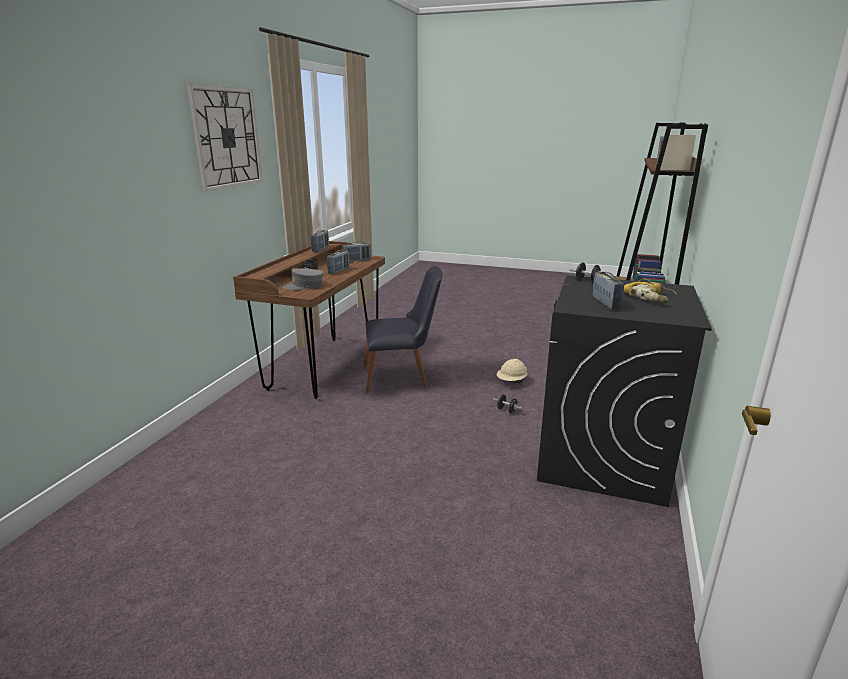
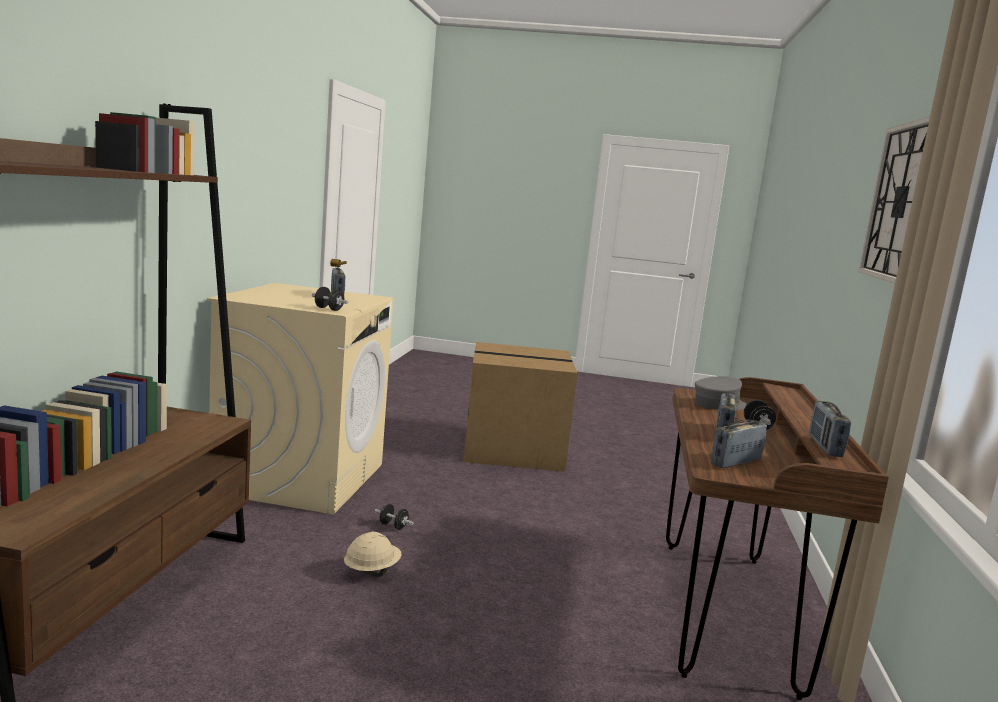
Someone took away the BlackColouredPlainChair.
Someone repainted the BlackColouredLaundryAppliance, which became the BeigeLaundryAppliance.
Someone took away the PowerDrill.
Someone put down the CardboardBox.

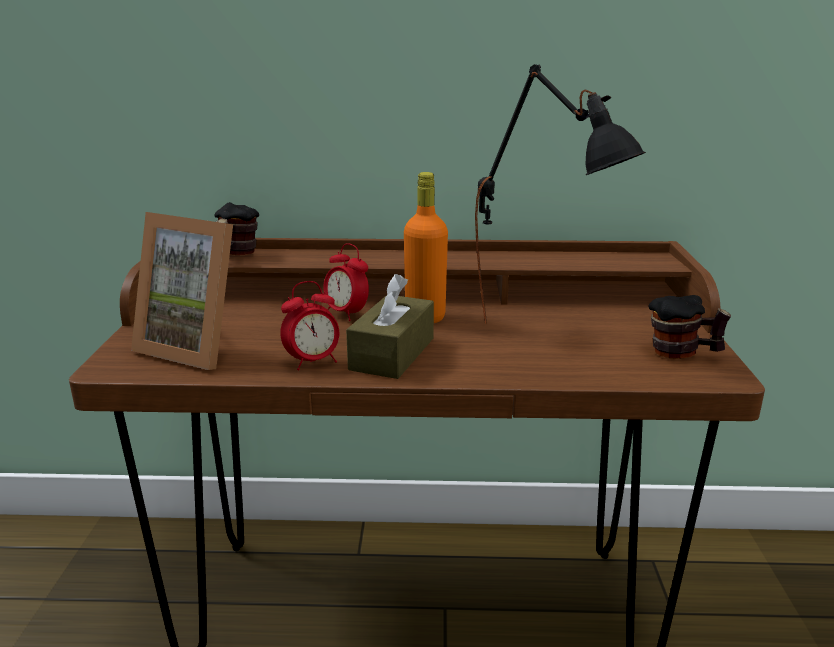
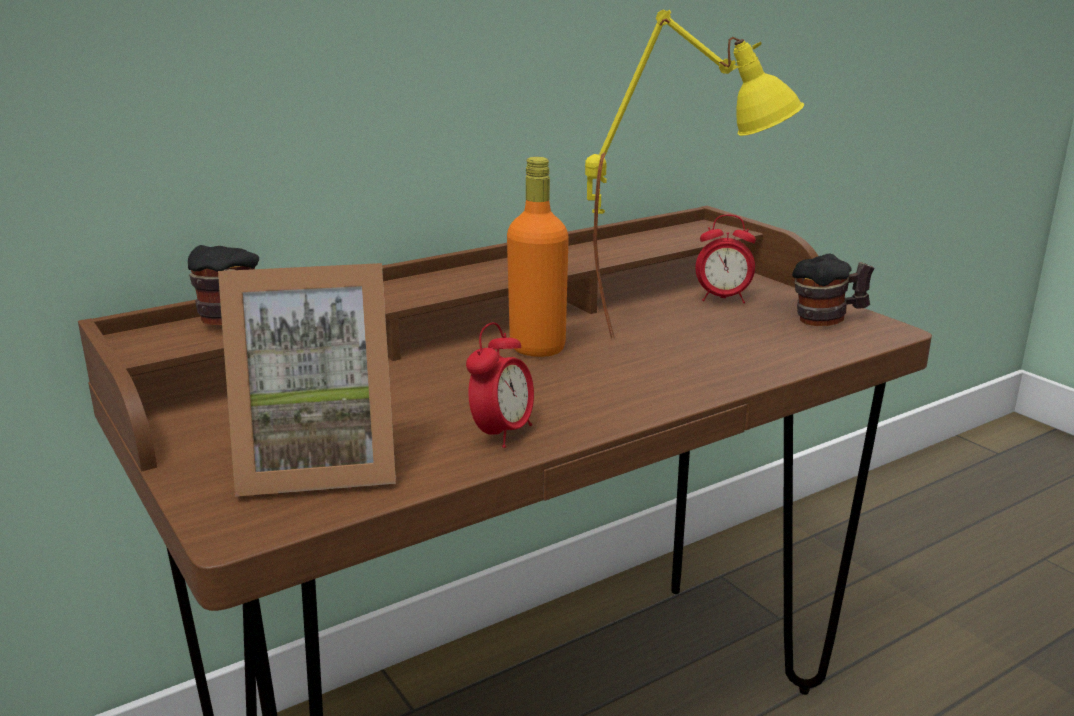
Someone repainted the BlackColouredLampForATable, which became the YellowColouredLampForATable.
Someone carried the AlarmClock (2nd from left).
Someone took away the BrownColouredTissueBox.

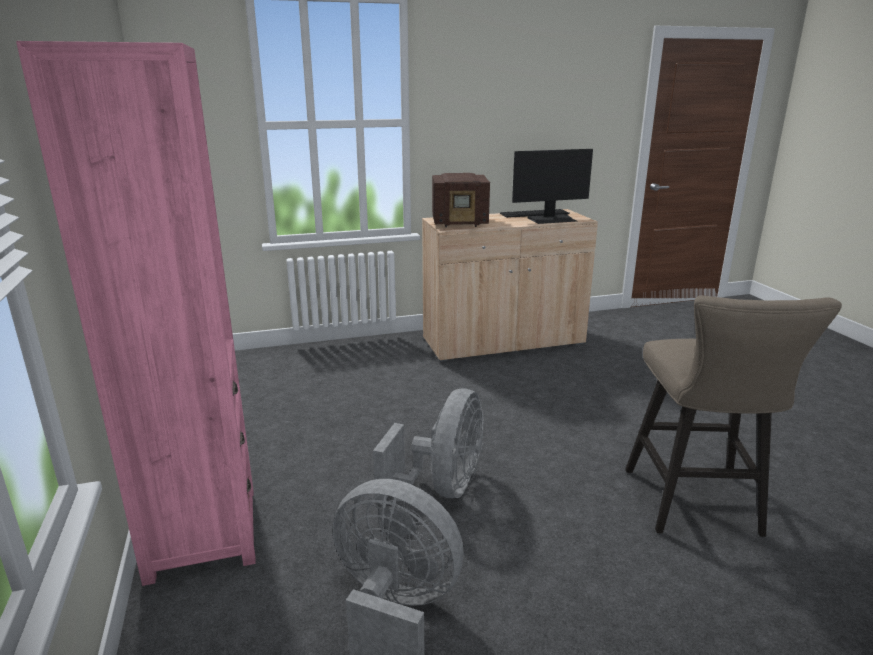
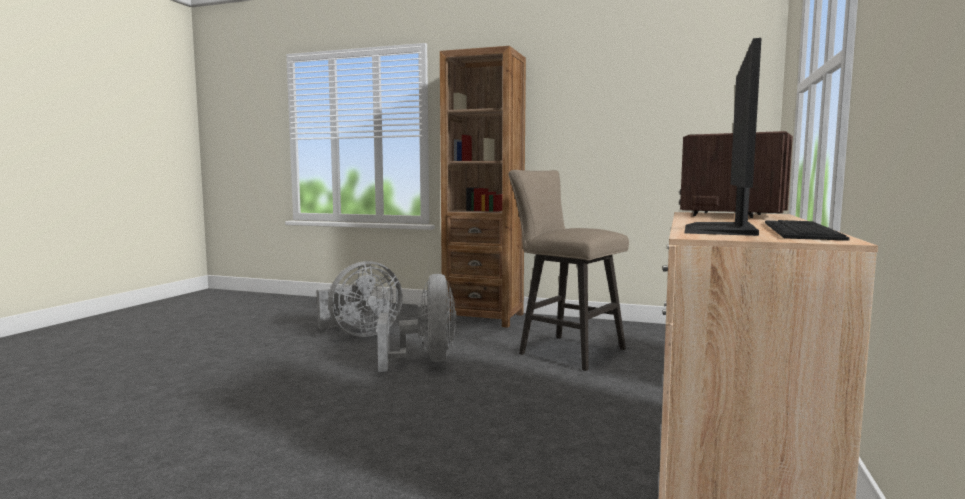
Someone repainted the PinkBookcase, which became the BrownColouredBookcase.
Someone carried the BeigeStoolSeat.
Someone rotated the GrayFan (2nd from left) by 150 degrees counterclockwise.

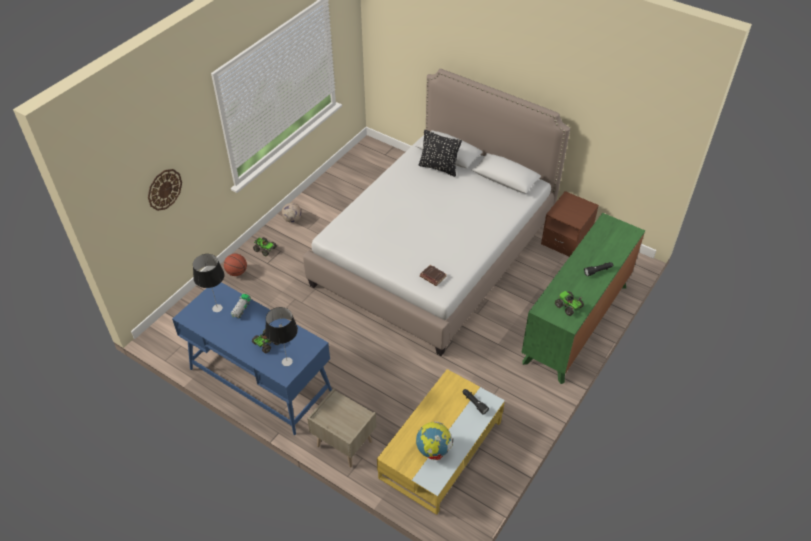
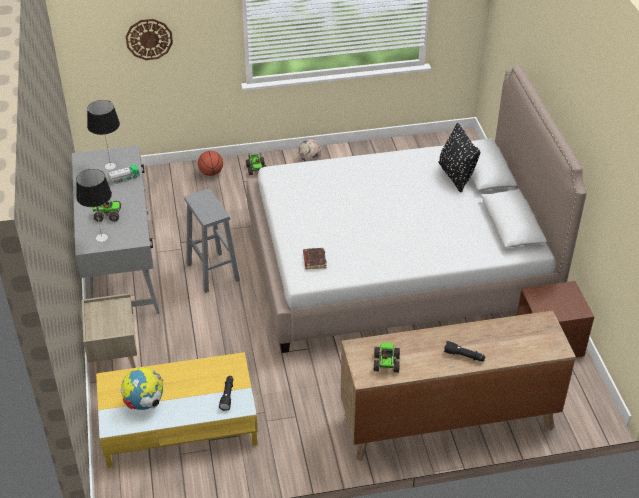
Someone repainted the GreenColouredChestOfDrawers, which became the BrownColouredChestOfDrawers.
Someone repainted the BlueDeskUnit, which became the GrayDeskUnit.
Someone put down the GrayStoolSeat.

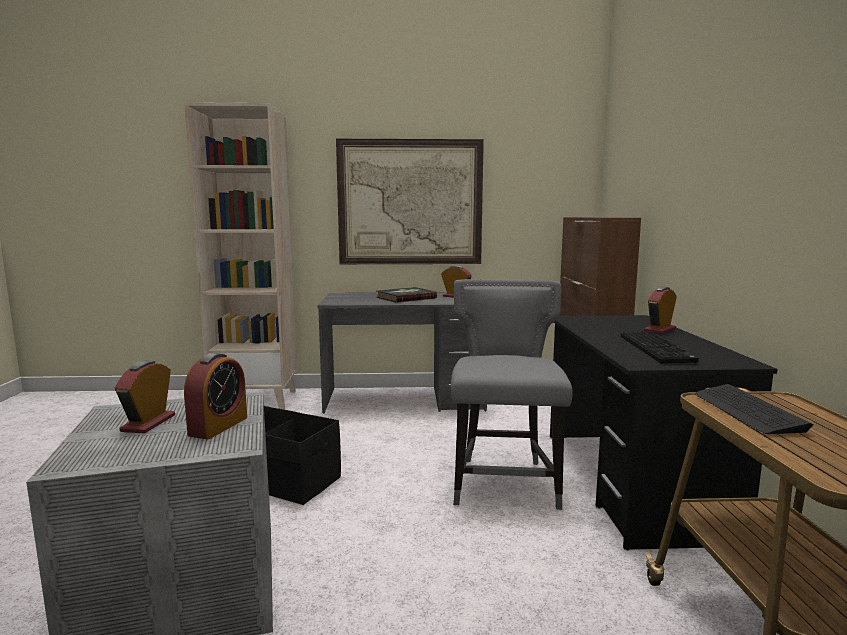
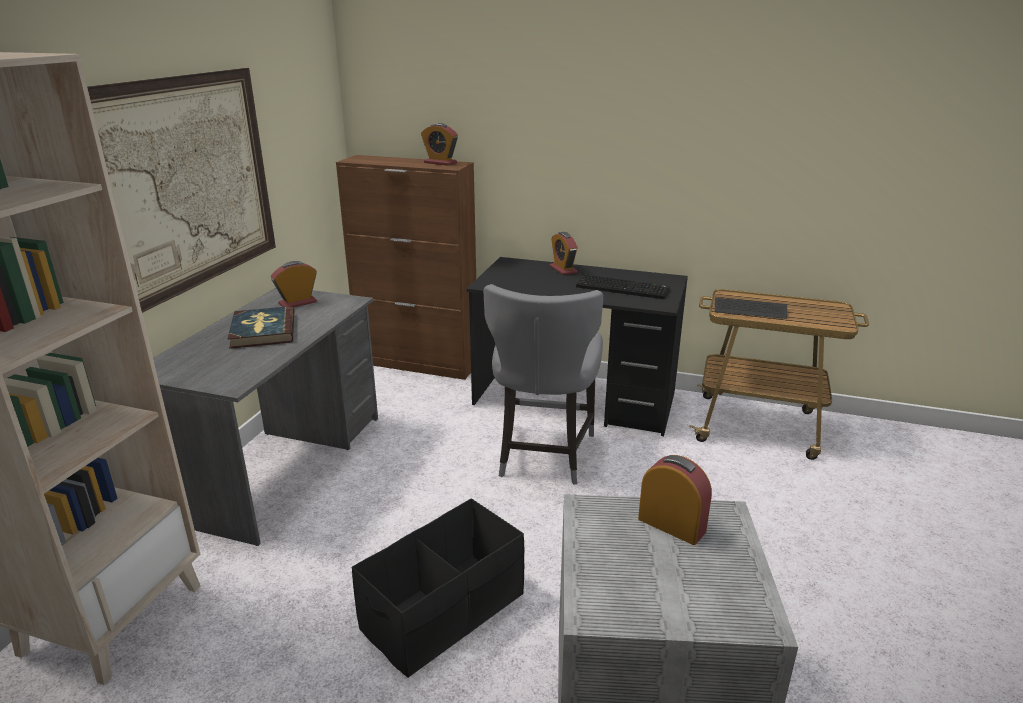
Someone rotated the GrayPlainChair by 105 degrees counterclockwise.
Someone carried the AlarmClock (1st from left in the first image).

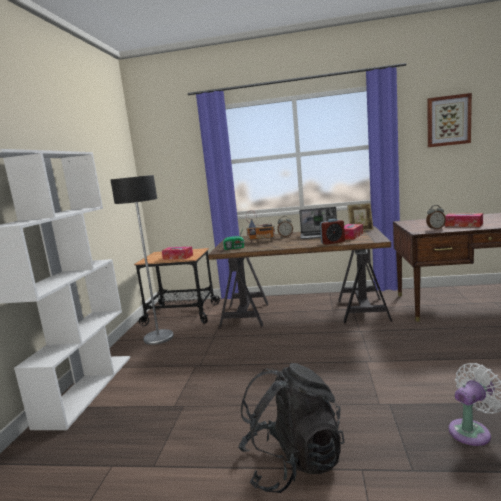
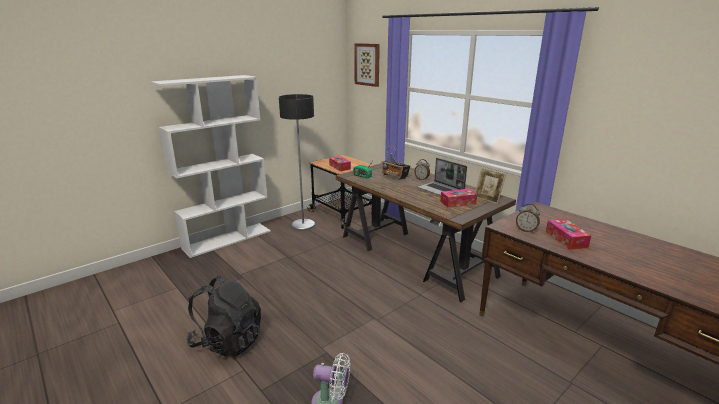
Someone carried the WallPicture.
Someone took away the AlarmClock (2nd from left).

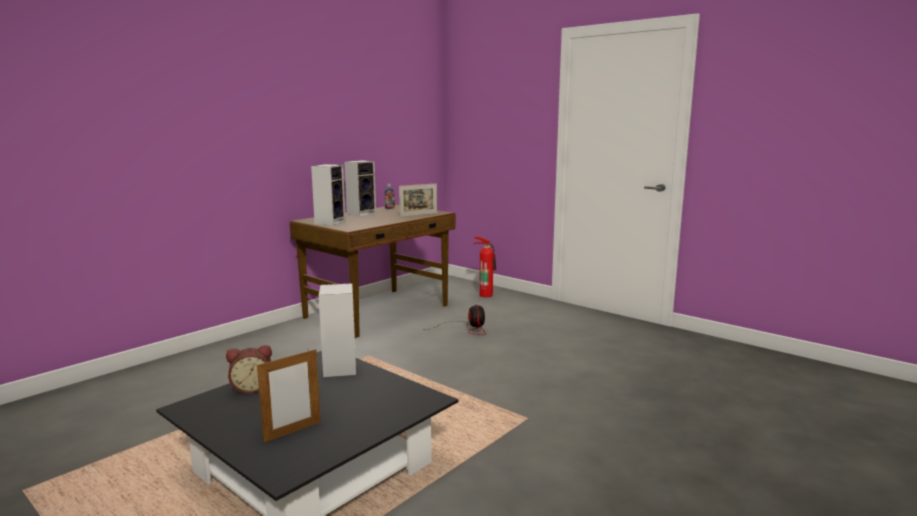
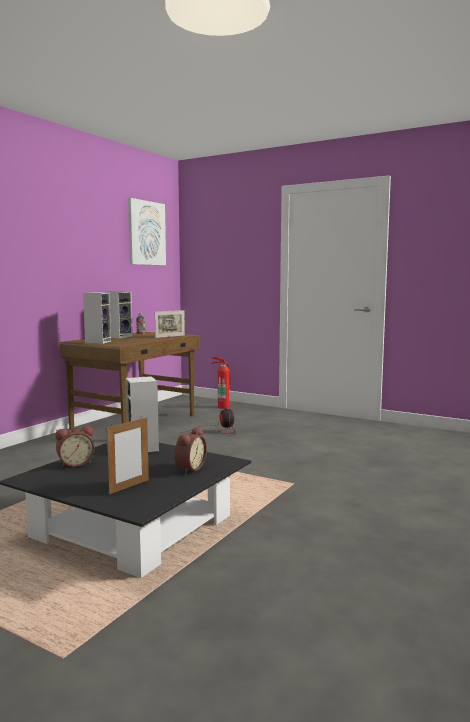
Someone put up the WallPicture.
Someone put down the AlarmClock (2nd from left).

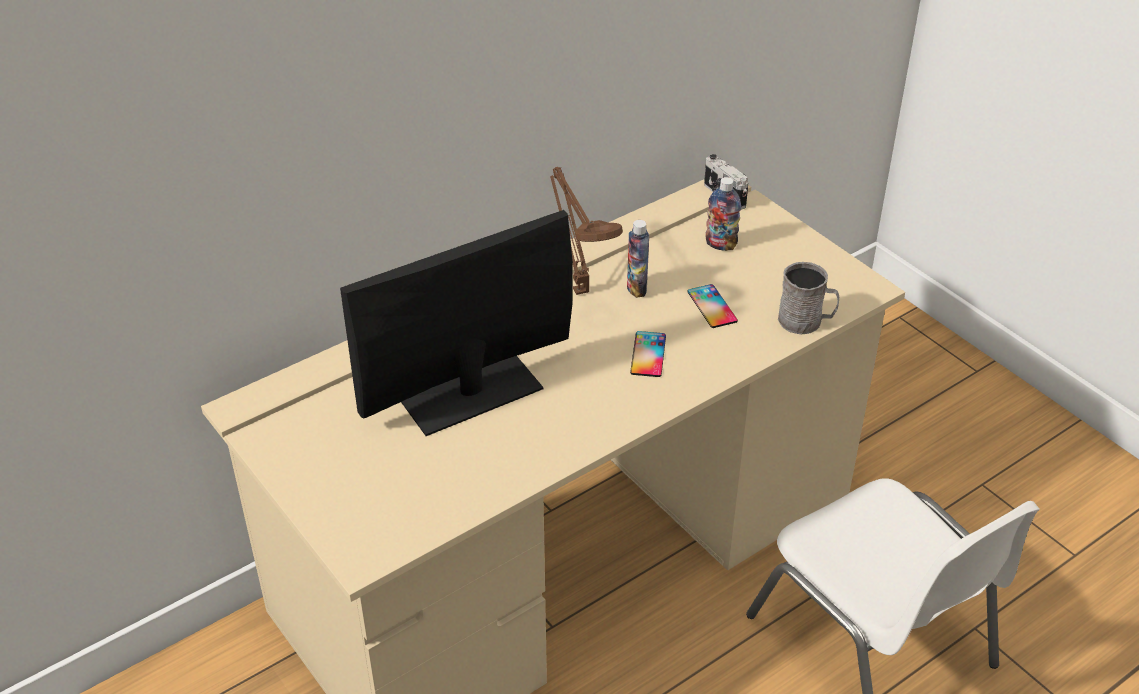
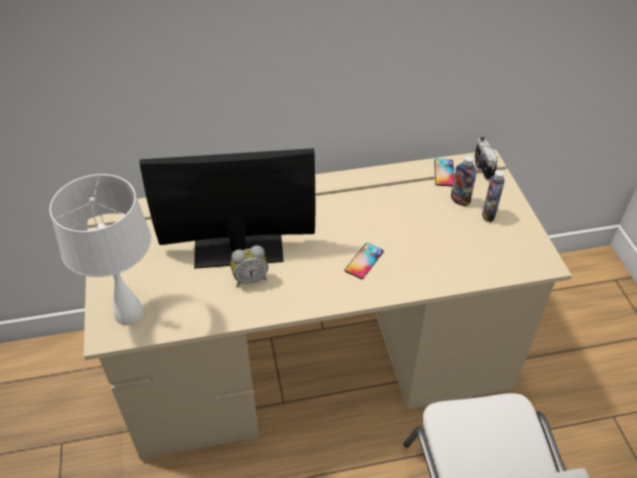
Someone took away the BrownColouredLampForATable.
Someone carried the Bottle (1st from left in the first image).
Someone took away the GrayMug.
Someone carried the Phone (2nd from left).
Someone put down the WhiteLampForATable.
Someone put down the AlarmClock.

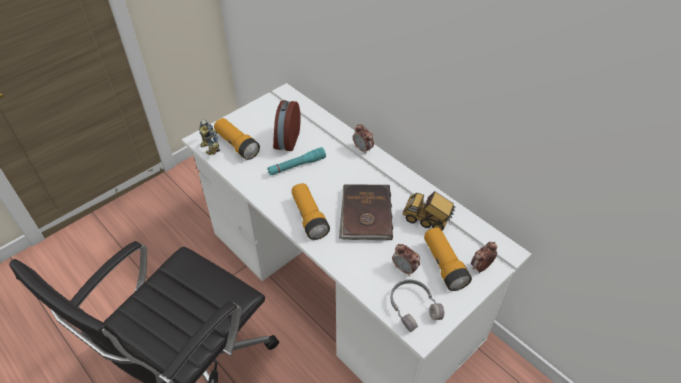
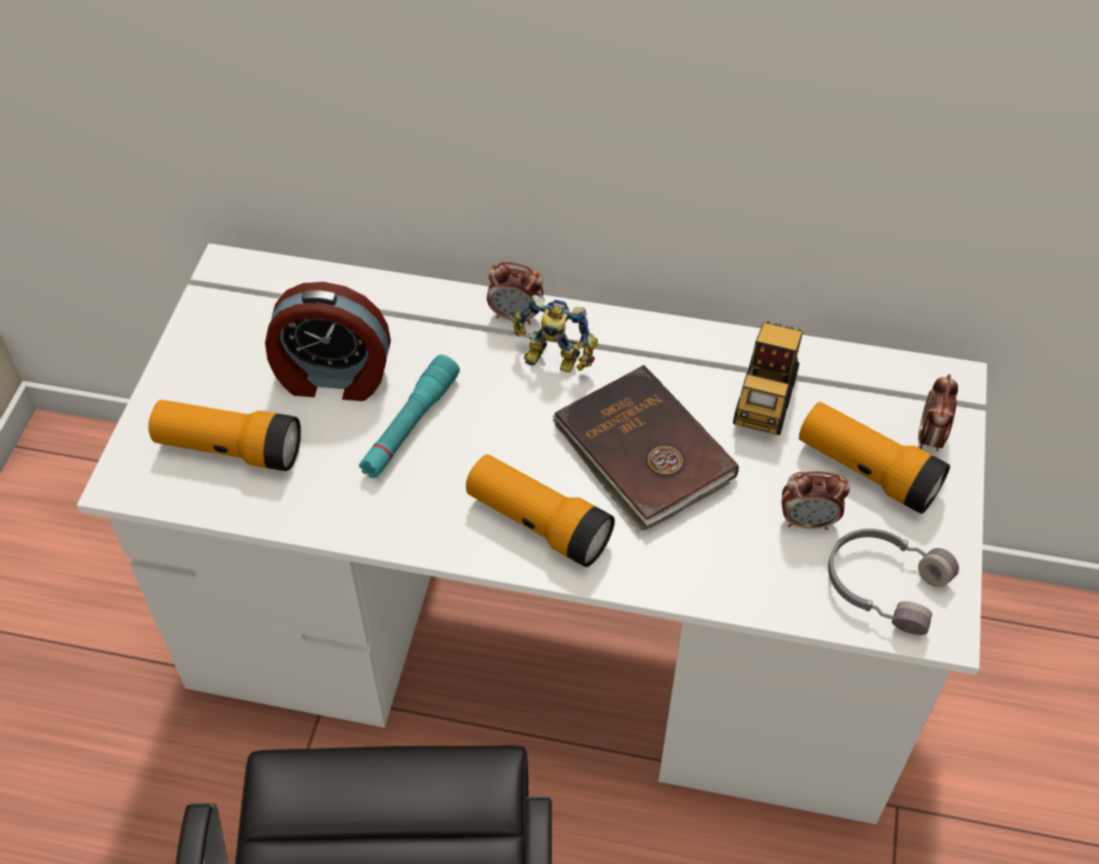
Someone rotated the AlarmClock (1st from left) by 60 degrees counterclockwise.
Someone carried the ToyRobot.
Someone rotated the ModelTruck by 60 degrees counterclockwise.

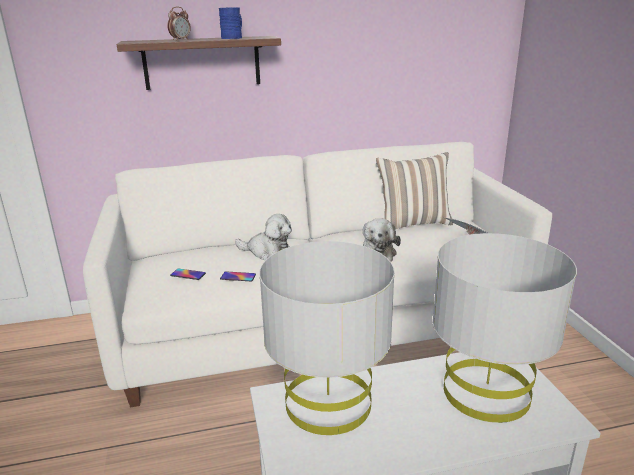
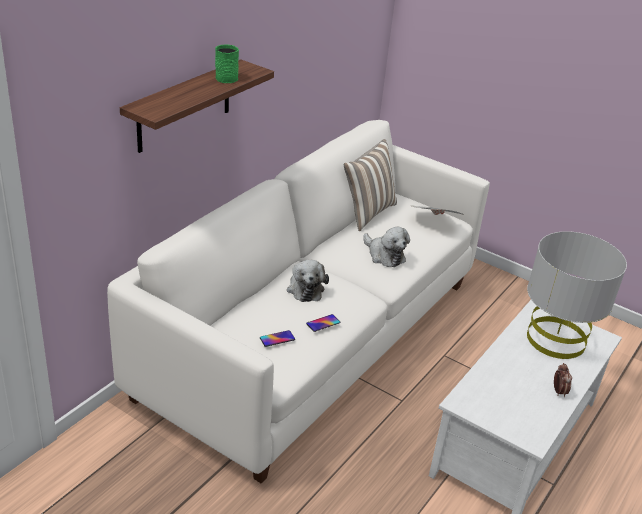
Someone carried the AlarmClock.
Someone repainted the BlueMug, which became the GreenColouredMug.
Someone rotated the SoftToy (1st from left) by 105 degrees clockwise.
Someone took away the GrayLampForATable (1st from left).

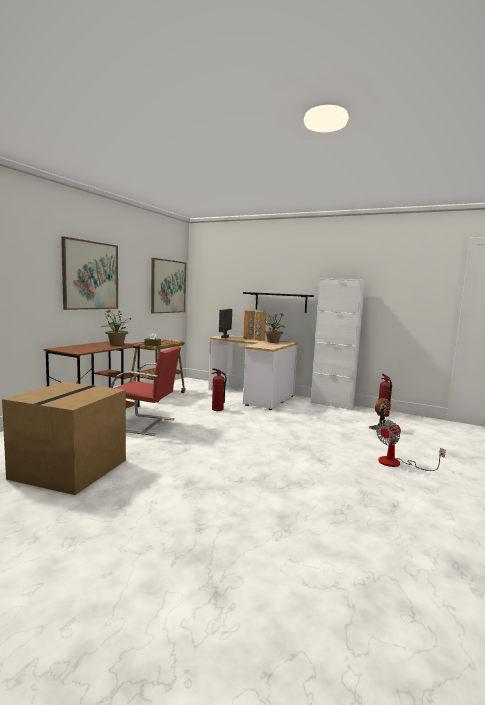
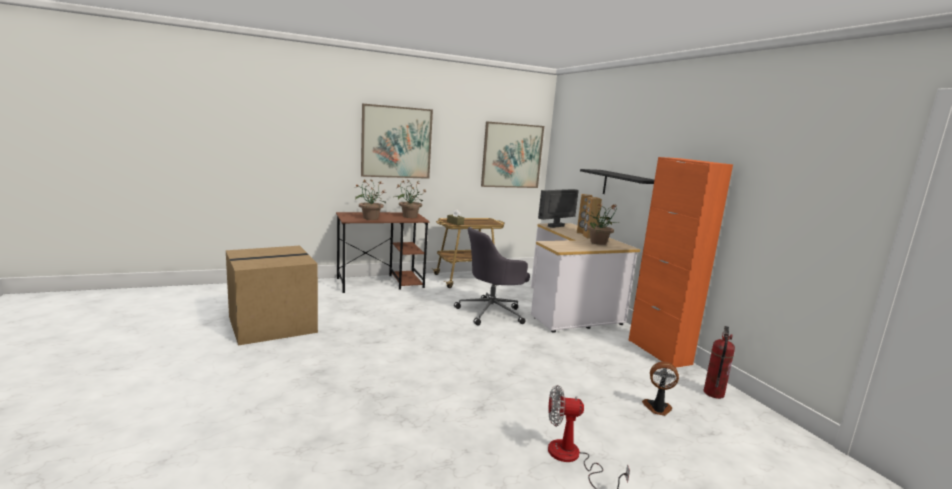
Someone repainted the WhiteCupboard, which became the OrangeyCupboard.
Someone took away the ReddishPlainChair.
Someone swapped the FireExtinguisher (1st from left) for the GrayDeskChair.
Someone put down the PlantInAPot (1st from left).

